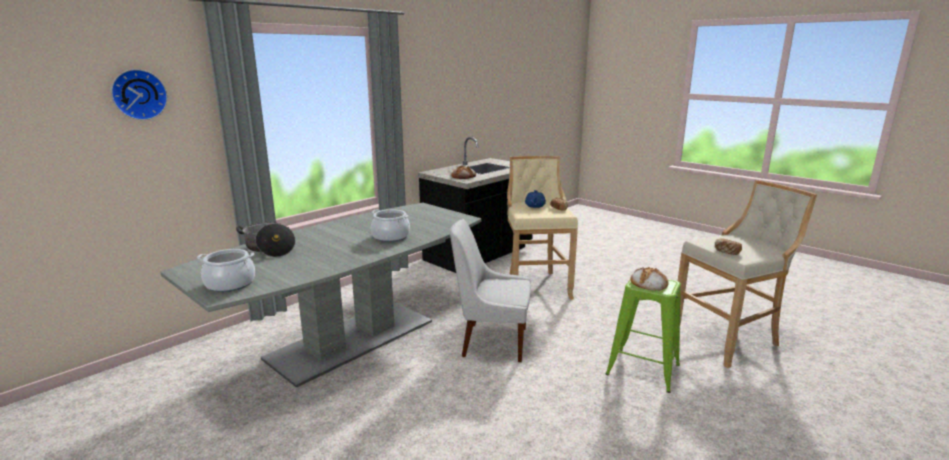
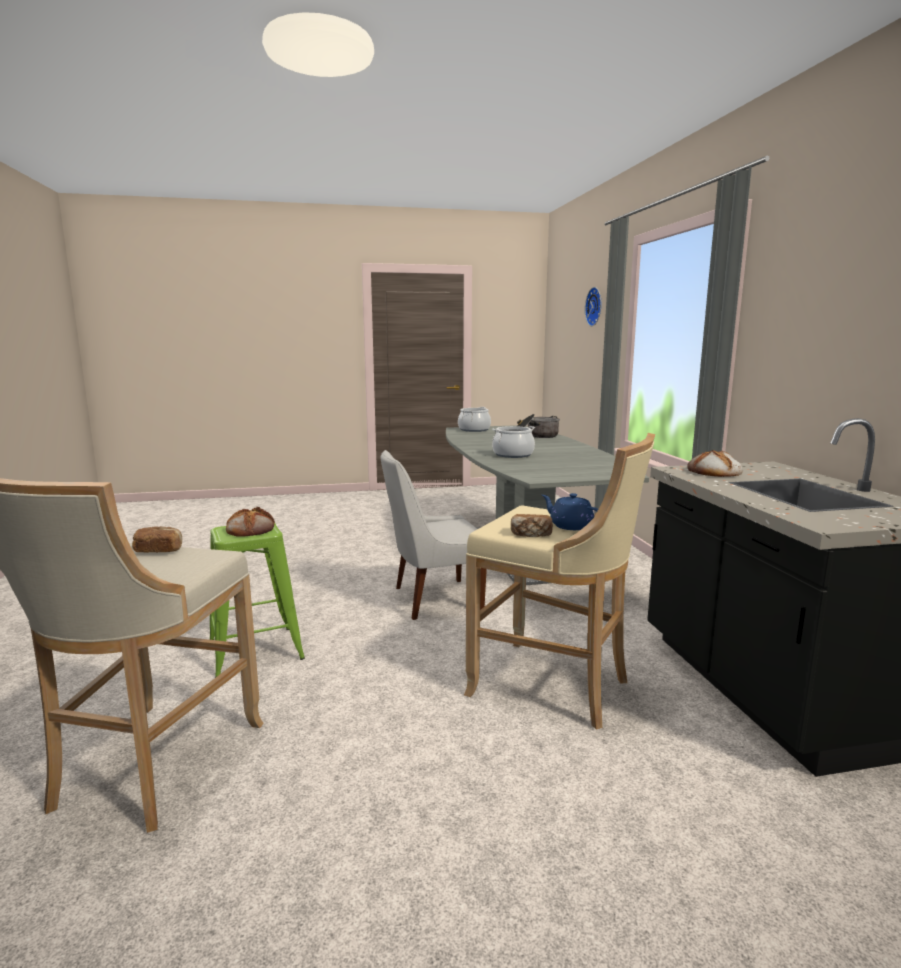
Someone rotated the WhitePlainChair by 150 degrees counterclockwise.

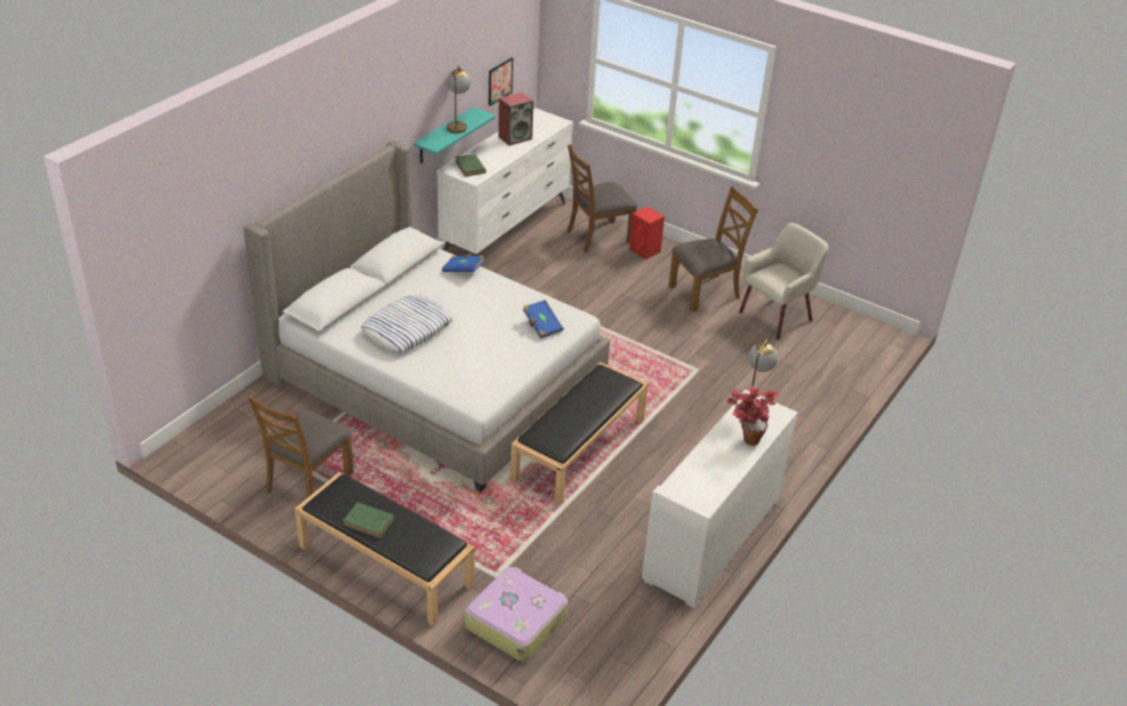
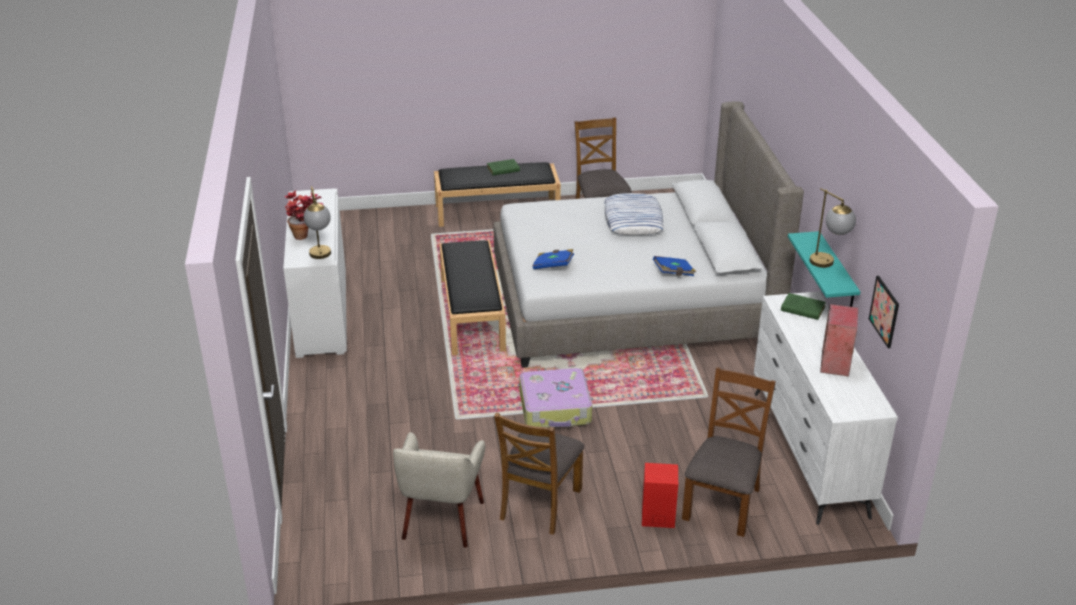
Someone carried the PieceOfLuggage.

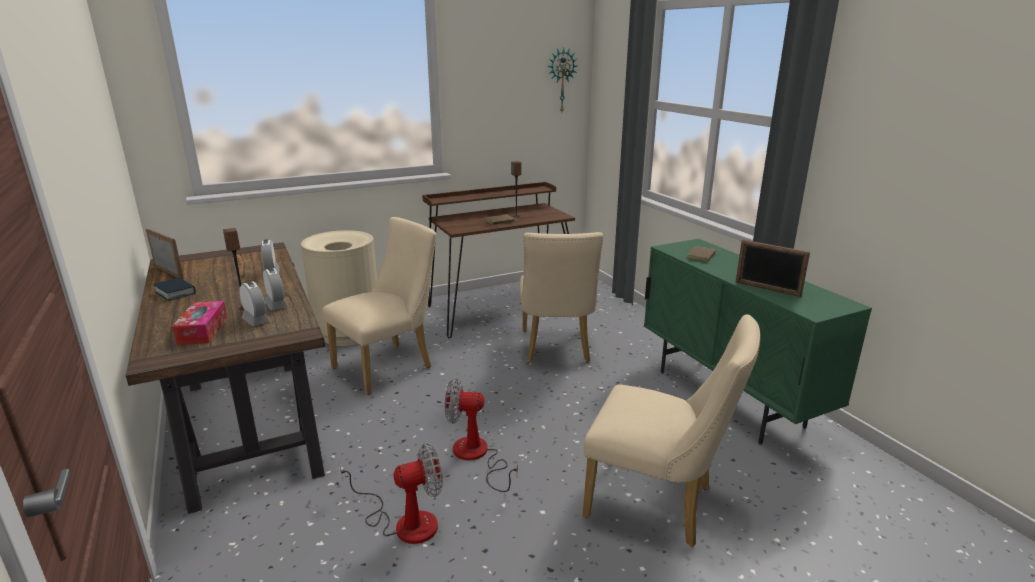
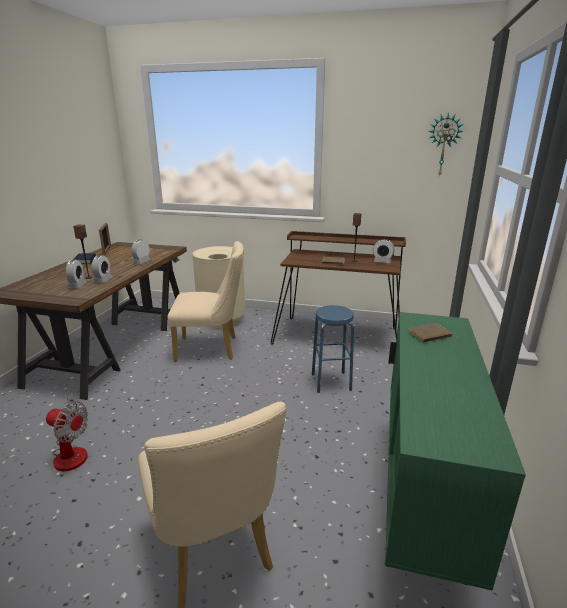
Someone swapped the BeigePlainChair (2nd from left) for the BlueStoolSeat.
Someone took away the StandingFrame (2nd from left).
Someone took away the TissueBox.
Someone took away the Fan (2nd from left).
Someone put down the AlarmClock (4th from left).

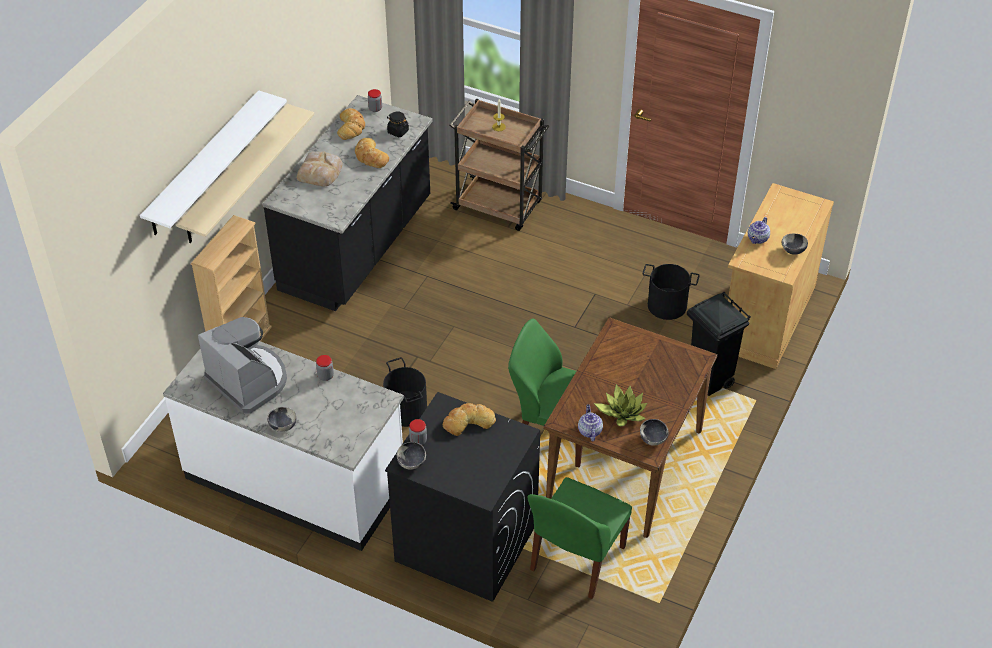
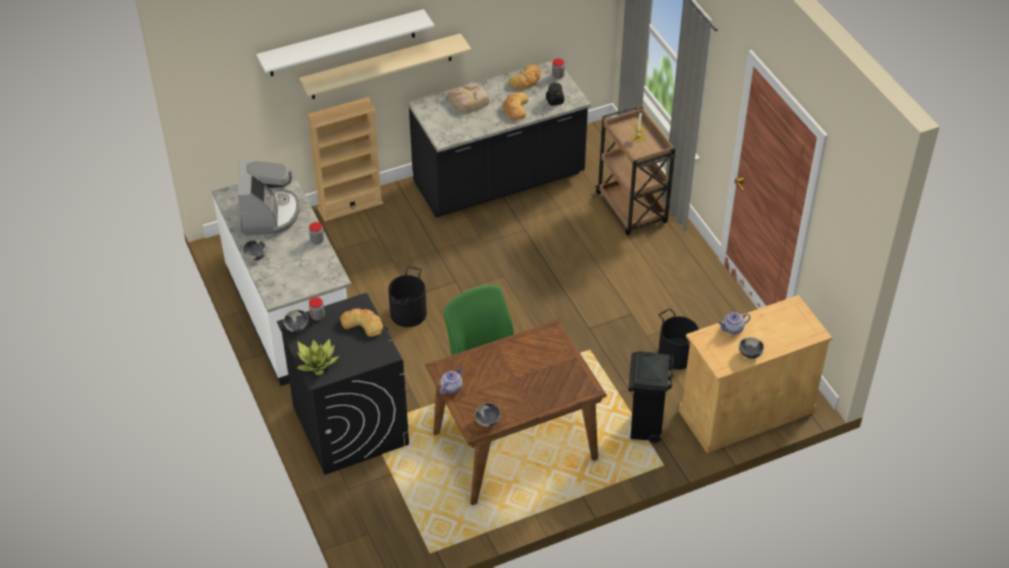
Someone carried the PlantInAPot.
Someone took away the GreenColouredPlainChair (2nd from left).

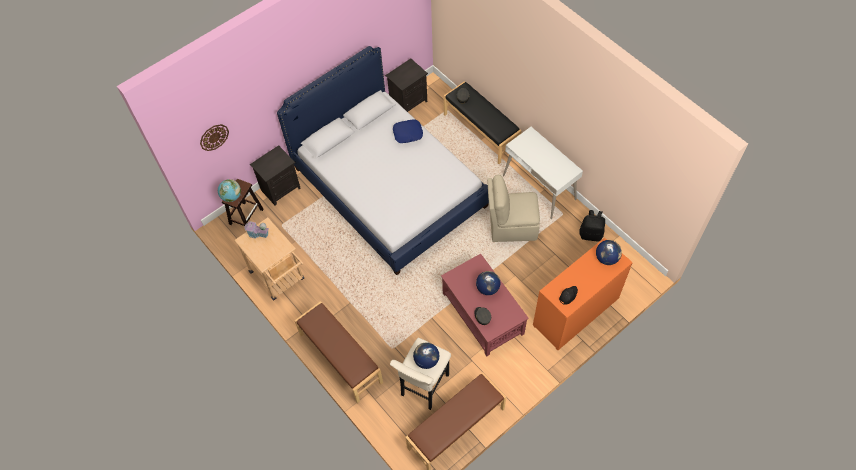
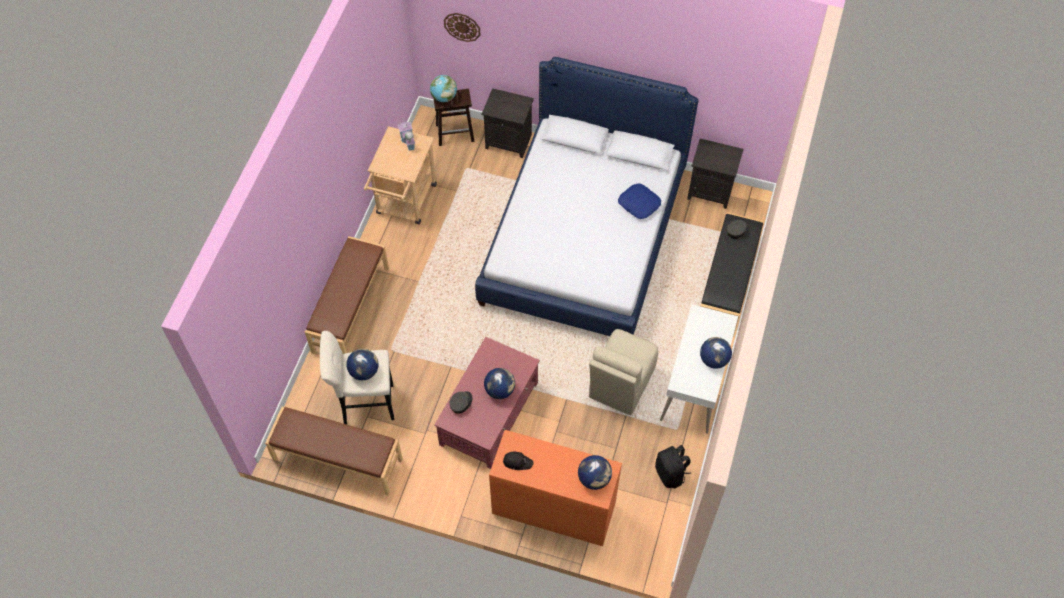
Someone rotated the BeigePlainChair by 120 degrees counterclockwise.
Someone put down the DeskGlobe (5th from left).

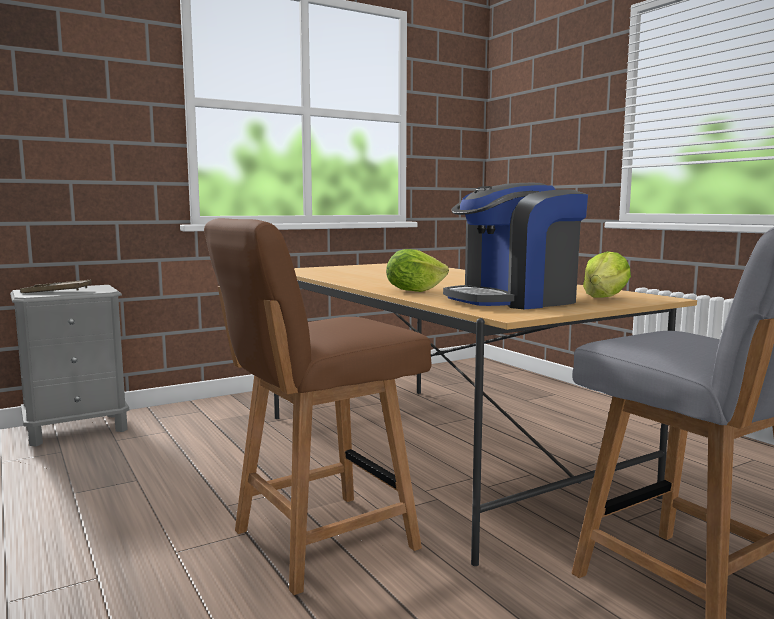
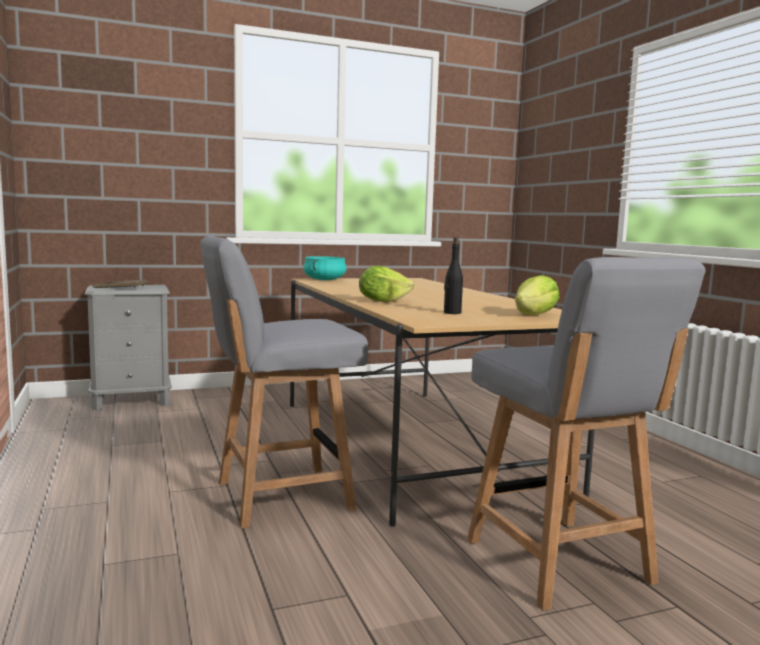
Someone swapped the CoffeeMachine for the BlackColouredBottle.
Someone repainted the BrownColouredPlainChair, which became the GrayPlainChair (1st from left).
Someone put down the BlueGreenCookingPot.

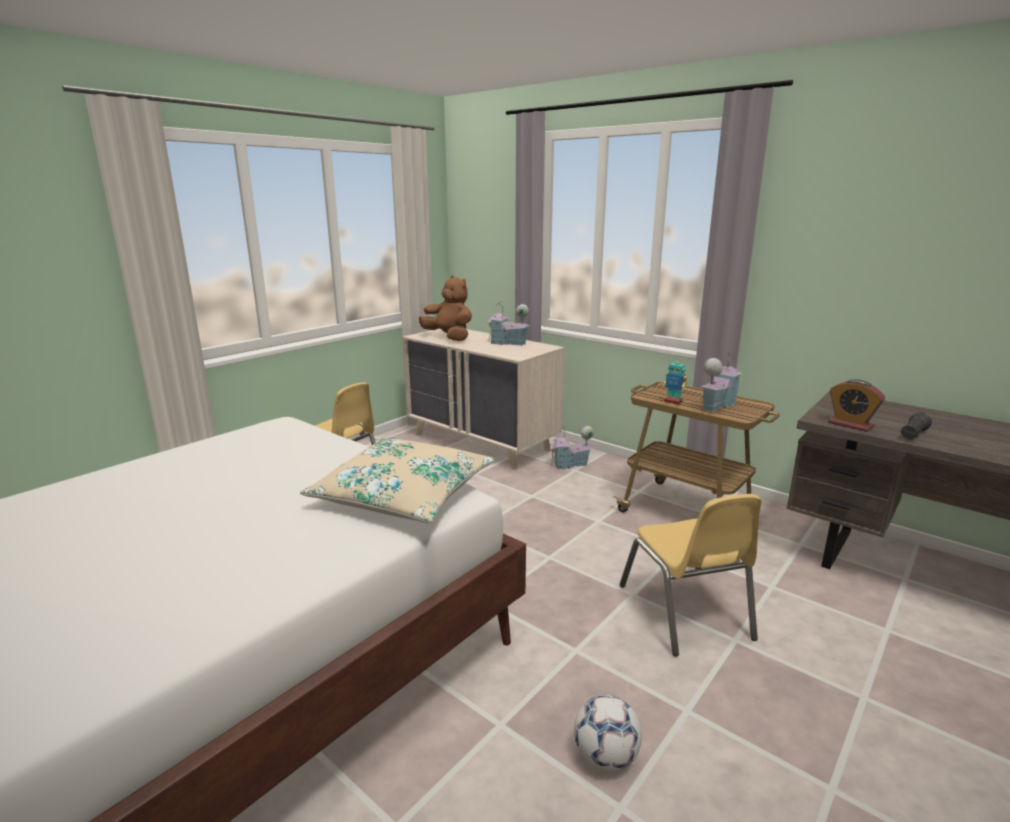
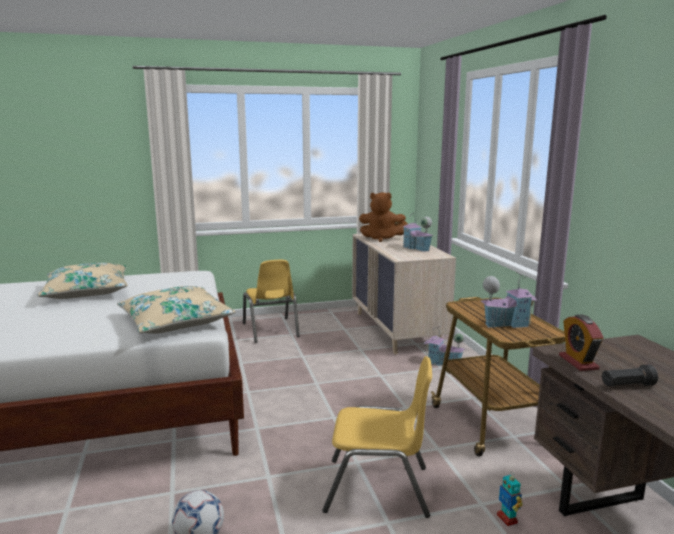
Someone rotated the BrownColouredSoftToy by 120 degrees clockwise.
Someone carried the ToyRobot.
Someone rotated the YellowColouredPlainChair (2nd from left) by 105 degrees counterclockwise.
Someone put down the BeigeThrowPillow (1st from left).

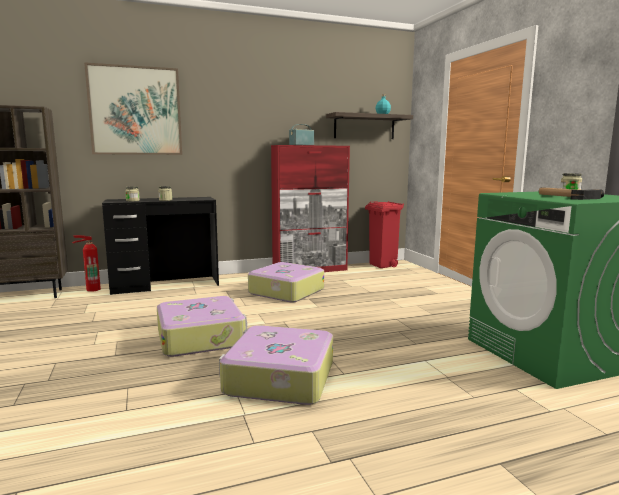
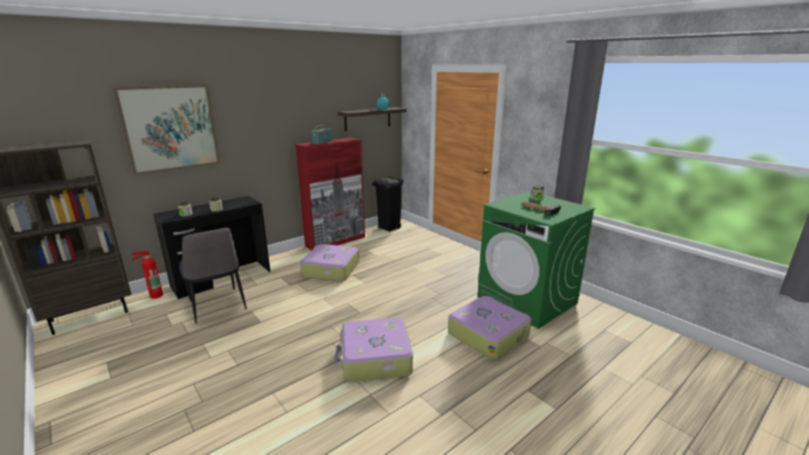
Someone repainted the ReddishRubbishBin, which became the BlackColouredRubbishBin.
Someone carried the PieceOfLuggage (1st from left in the first image).
Someone put down the PlainChair.

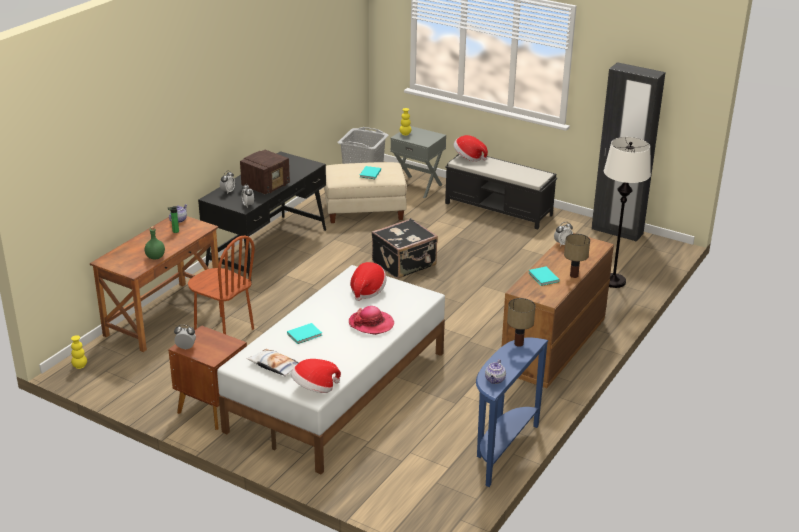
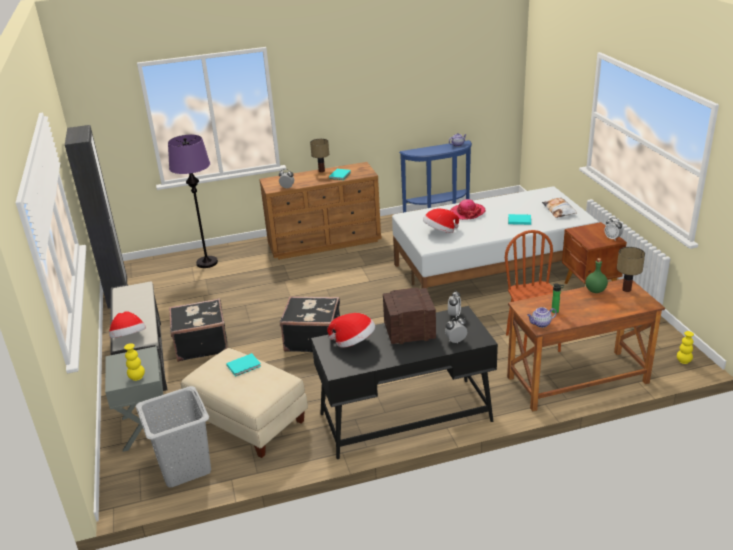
Someone repainted the WhiteStandardLamp, which became the PurpleStandardLamp.
Someone carried the LampForATable (1st from left in the first image).
Someone carried the ClothingHat (1st from left in the first image).
Someone put down the BlackColouredPieceOfLuggage (1st from left).

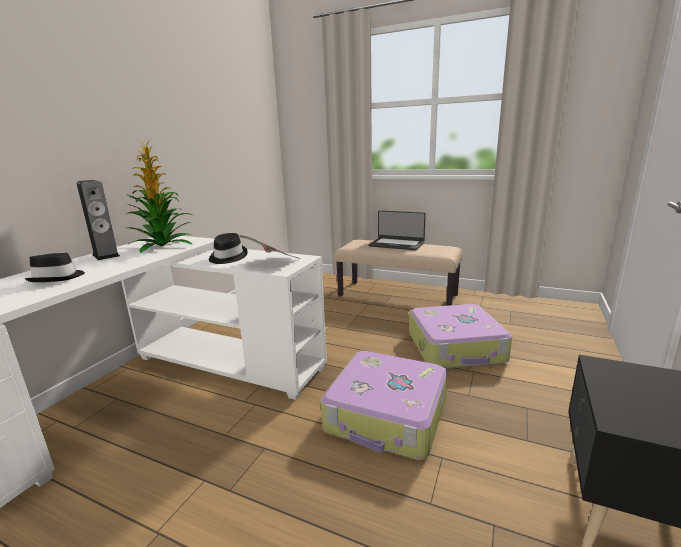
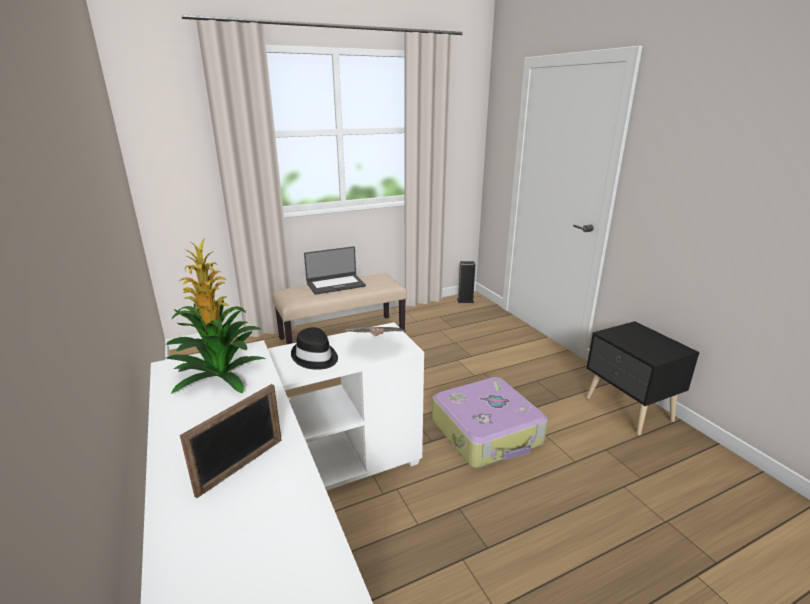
Someone carried the AudioSpeaker.
Someone swapped the BlackColouredClothingHat (1st from left) for the StandingFrame.
Someone took away the PieceOfLuggage (2nd from left).

